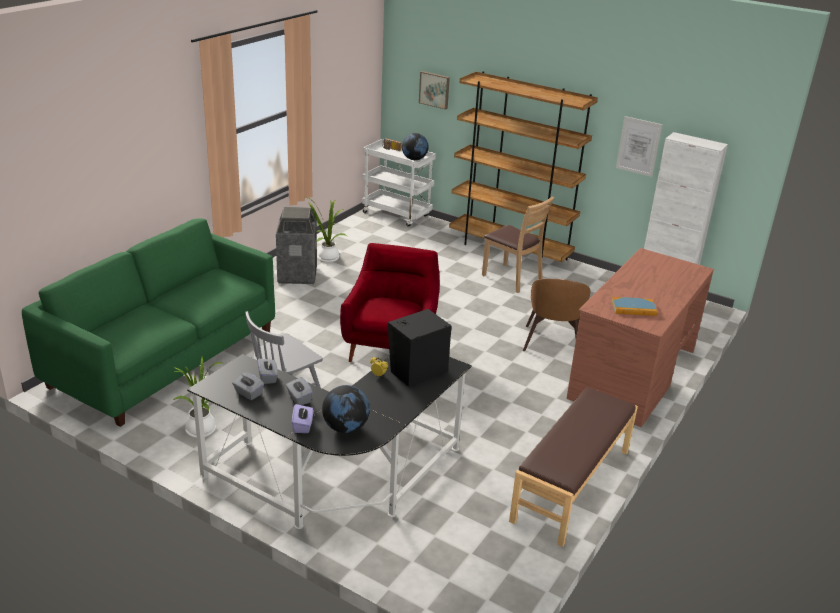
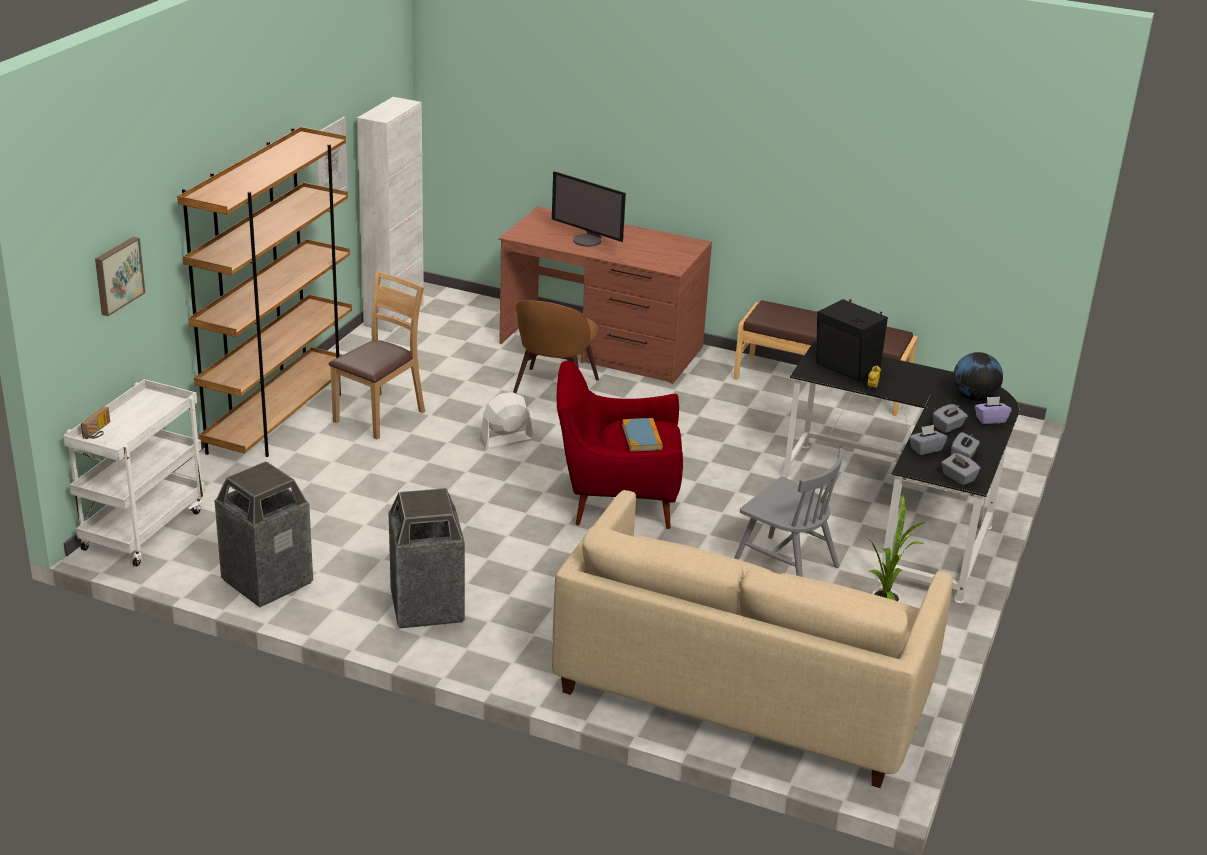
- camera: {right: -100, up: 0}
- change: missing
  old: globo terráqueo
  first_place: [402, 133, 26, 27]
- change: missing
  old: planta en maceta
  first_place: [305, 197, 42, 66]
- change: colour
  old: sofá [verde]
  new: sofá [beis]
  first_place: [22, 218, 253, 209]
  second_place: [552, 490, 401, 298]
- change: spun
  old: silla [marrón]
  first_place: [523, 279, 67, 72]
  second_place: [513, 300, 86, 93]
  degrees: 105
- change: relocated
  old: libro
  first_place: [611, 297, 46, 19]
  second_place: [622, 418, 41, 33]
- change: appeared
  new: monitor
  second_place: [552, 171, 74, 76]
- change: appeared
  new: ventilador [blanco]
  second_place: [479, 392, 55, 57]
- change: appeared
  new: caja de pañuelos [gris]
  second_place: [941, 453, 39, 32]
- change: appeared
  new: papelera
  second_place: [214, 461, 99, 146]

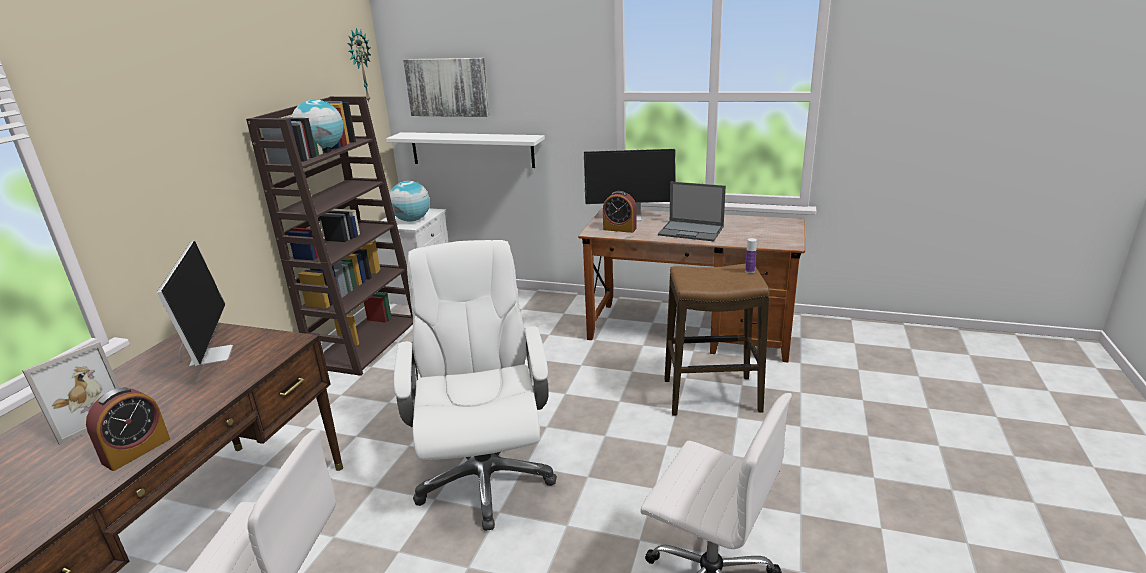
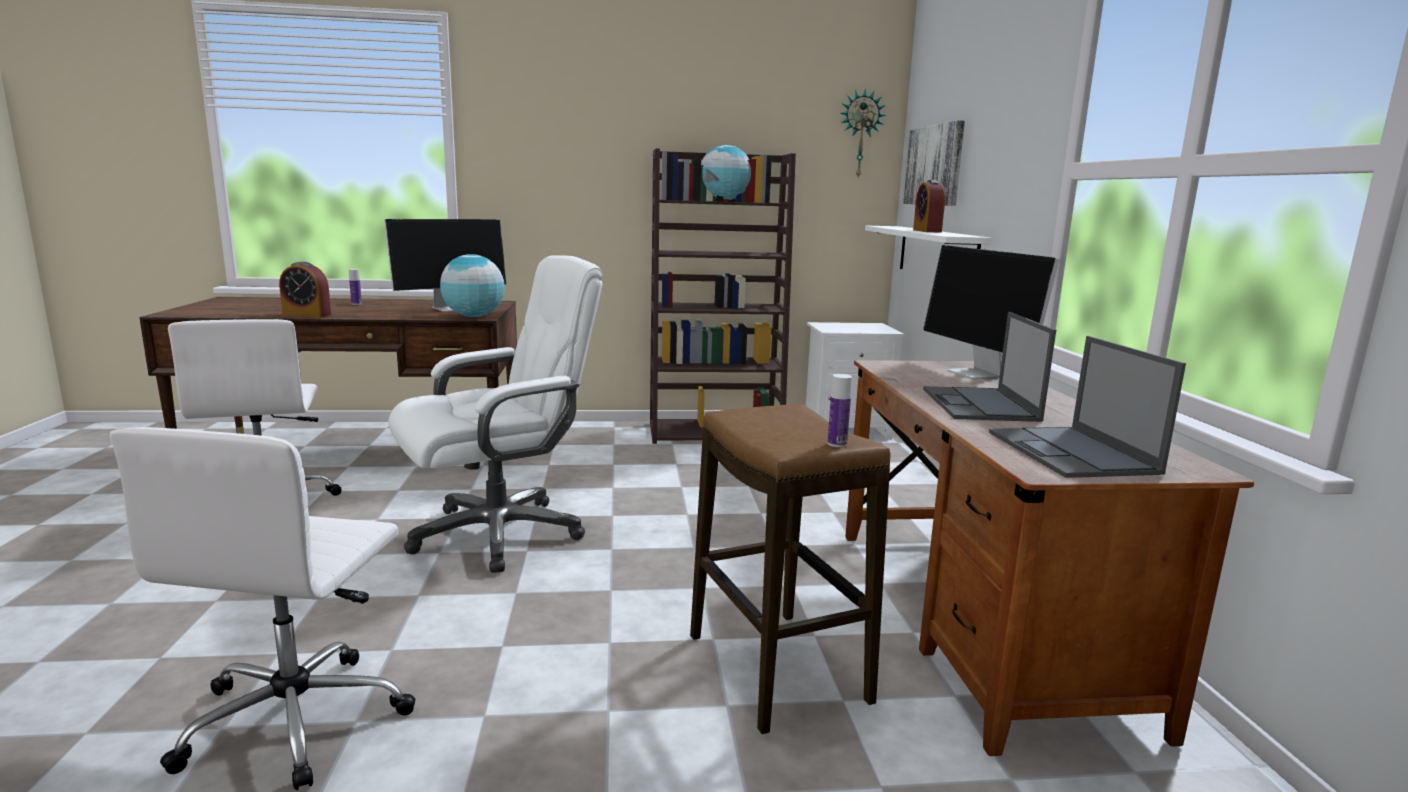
- camera: {right: 65, up: -10}
- change: relocated
  old: globo terráqueo
  first_place: [390, 181, 40, 41]
  second_place: [440, 254, 65, 63]
- change: relocated
  old: despertador
  first_place: [603, 191, 34, 42]
  second_place: [913, 180, 32, 53]
- change: exchanged
  old: portarretratos
  new: botella
  first_place: [22, 342, 98, 103]
  second_place: [349, 269, 13, 36]
- change: appeared
  new: portátil
  second_place: [989, 336, 197, 142]

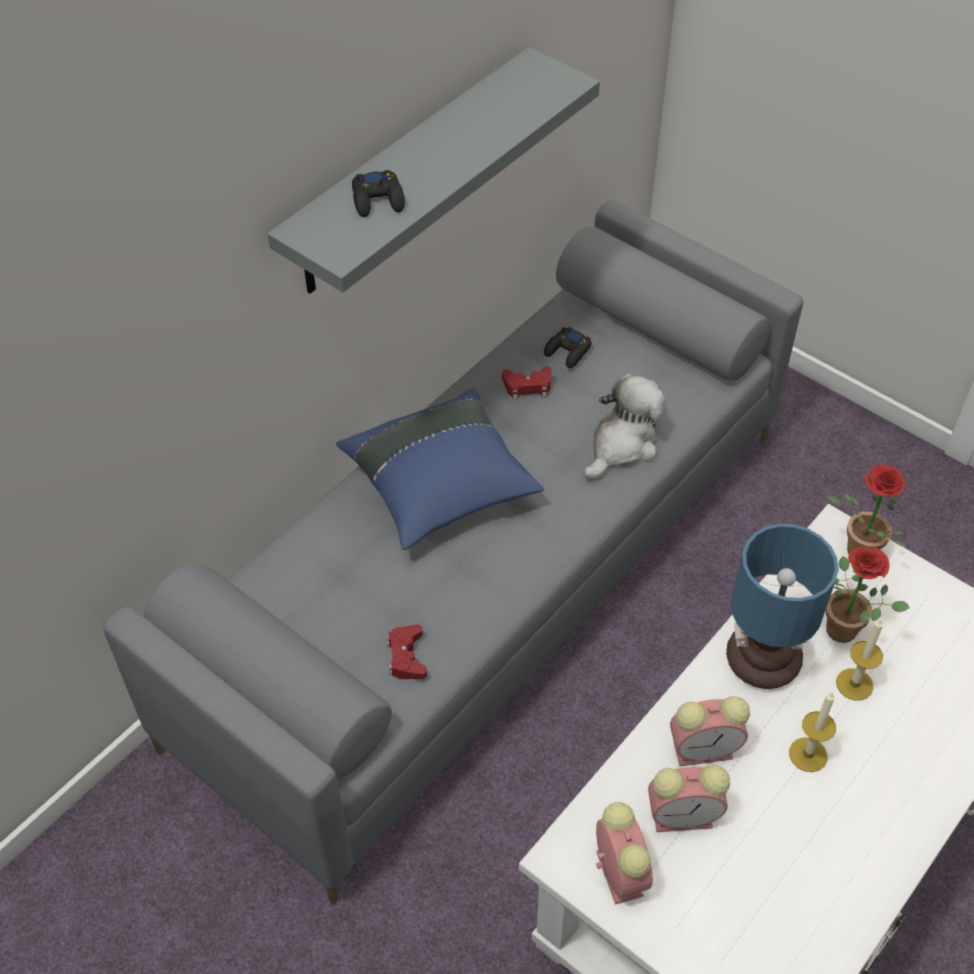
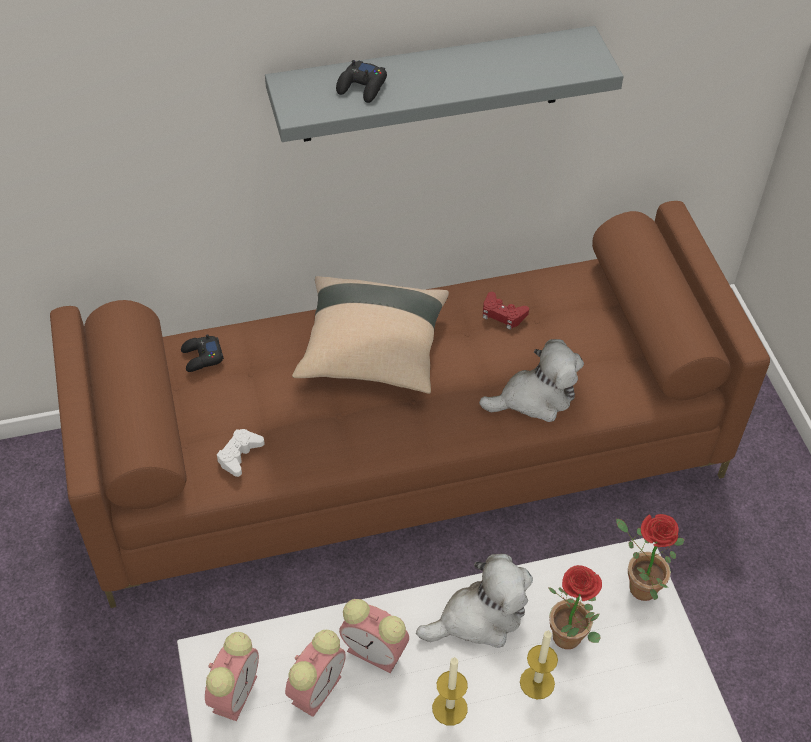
- camera: {right: 35, up: 0}
- change: colour
  old: sofá [gris]
  new: sofá [marrón]
  first_place: [103, 200, 700, 705]
  second_place: [50, 201, 720, 407]
- change: relocated
  old: mando de consola [negro]
  first_place: [544, 327, 48, 41]
  second_place: [181, 334, 43, 38]
- change: colour
  old: cojín [azul]
  new: cojín [beis]
  first_place: [336, 388, 208, 162]
  second_place: [292, 276, 157, 118]
- change: exchanged
  old: lámpara de mesa
  new: peluche
  first_place: [726, 524, 113, 165]
  second_place: [416, 554, 117, 94]
- change: colour
  old: mando de consola [rojo]
  new: mando de consola [blanco]
  first_place: [387, 625, 40, 54]
  second_place: [217, 429, 47, 48]
- change: spun
  old: despertador
  first_place: [648, 765, 82, 67]
  second_place: [285, 630, 61, 87]
  degrees: -90

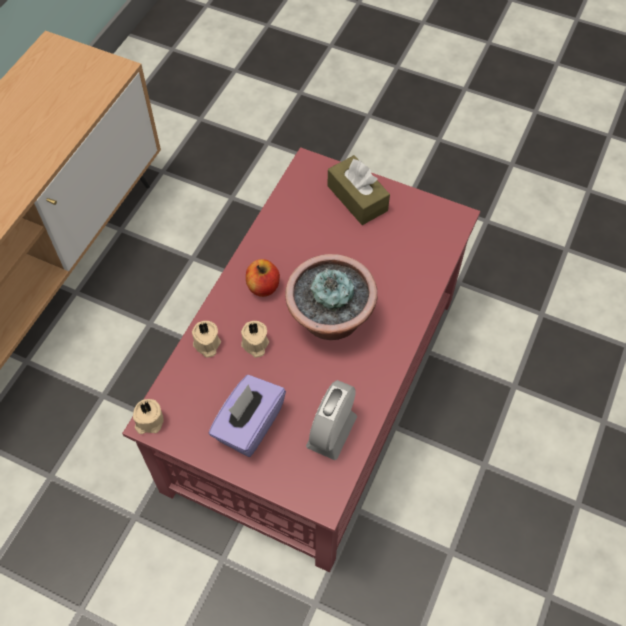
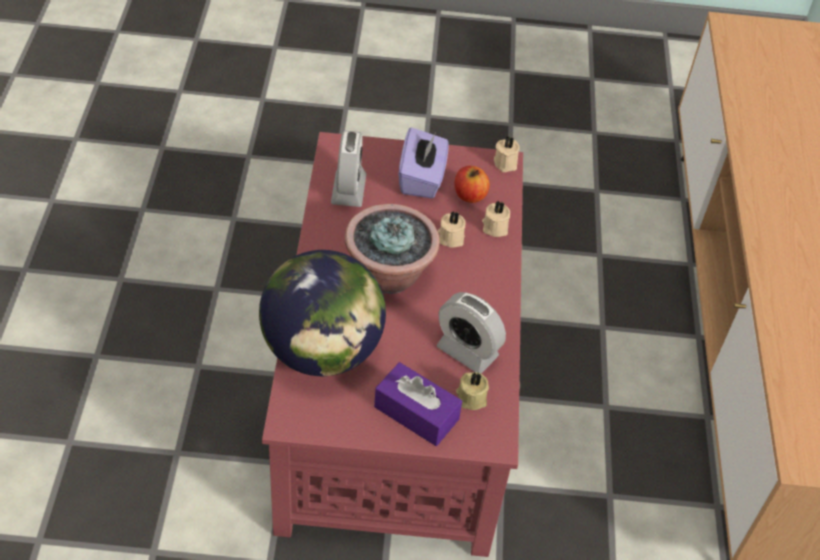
- camera: {right: 155, up: -10}
- change: colour
  old: caja de pañuelos [marrón]
  new: caja de pañuelos [morado]
  first_place: [327, 155, 63, 70]
  second_place: [374, 362, 88, 84]
- change: relocated
  old: manzana
  first_place: [246, 259, 34, 38]
  second_place: [454, 166, 36, 37]
- change: appeared
  new: globo terráqueo
  second_place: [259, 250, 127, 126]
- change: appeared
  new: despertador
  second_place: [437, 292, 69, 82]
- change: appeared
  new: vela [beis]
  second_place: [456, 372, 33, 38]

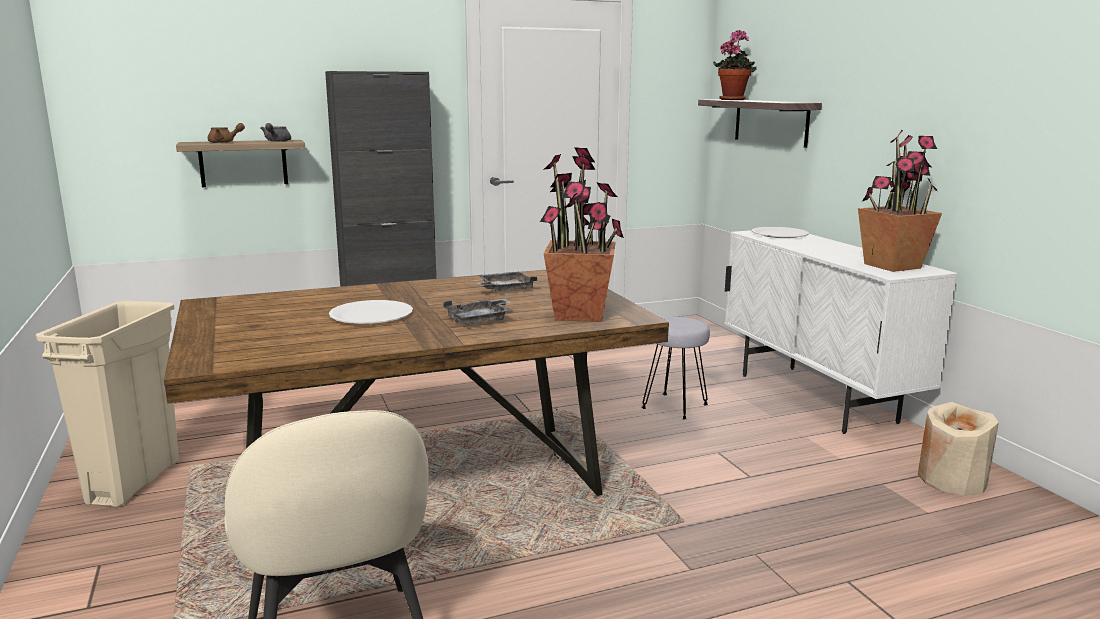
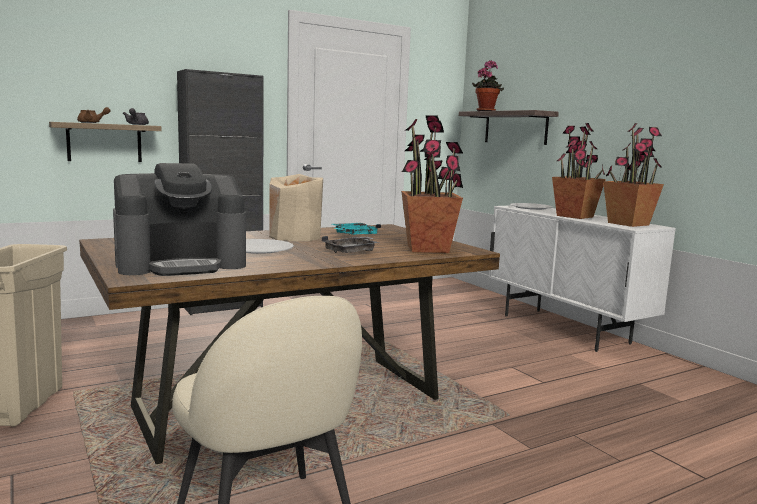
- camera: {right: -10, up: -5}
- change: colour
  old: bandeja [gris]
  new: bandeja [turquesa]
  first_place: [477, 272, 60, 19]
  second_place: [332, 223, 49, 12]
- change: missing
  old: taburete [gris]
  first_place: [641, 317, 69, 102]
- change: relocated
  old: florero [beis]
  first_place: [918, 402, 81, 94]
  second_place: [269, 174, 54, 67]
- change: appeared
  new: planta en maceta
  second_place: [552, 123, 54, 96]
- change: appeared
  new: cafetera
  second_place: [113, 163, 133, 113]

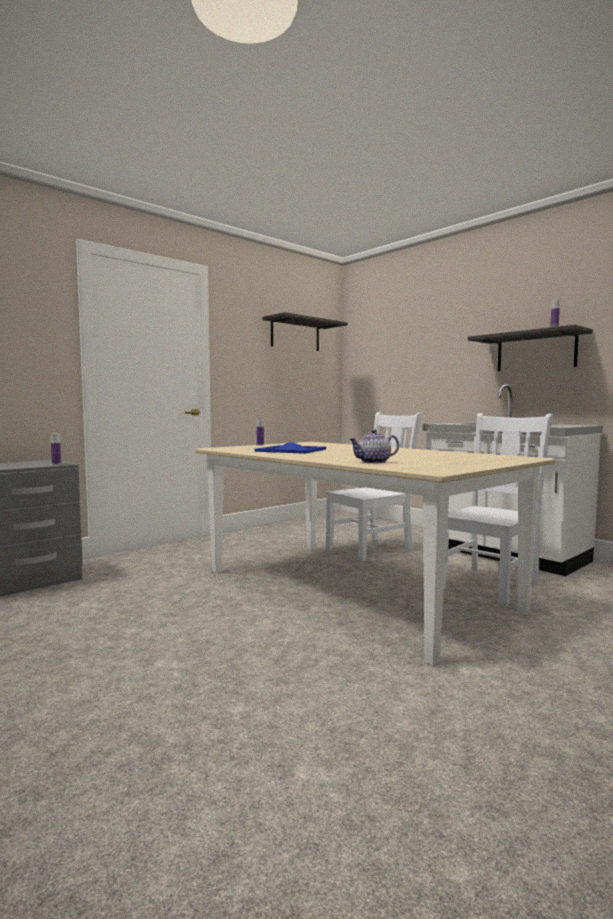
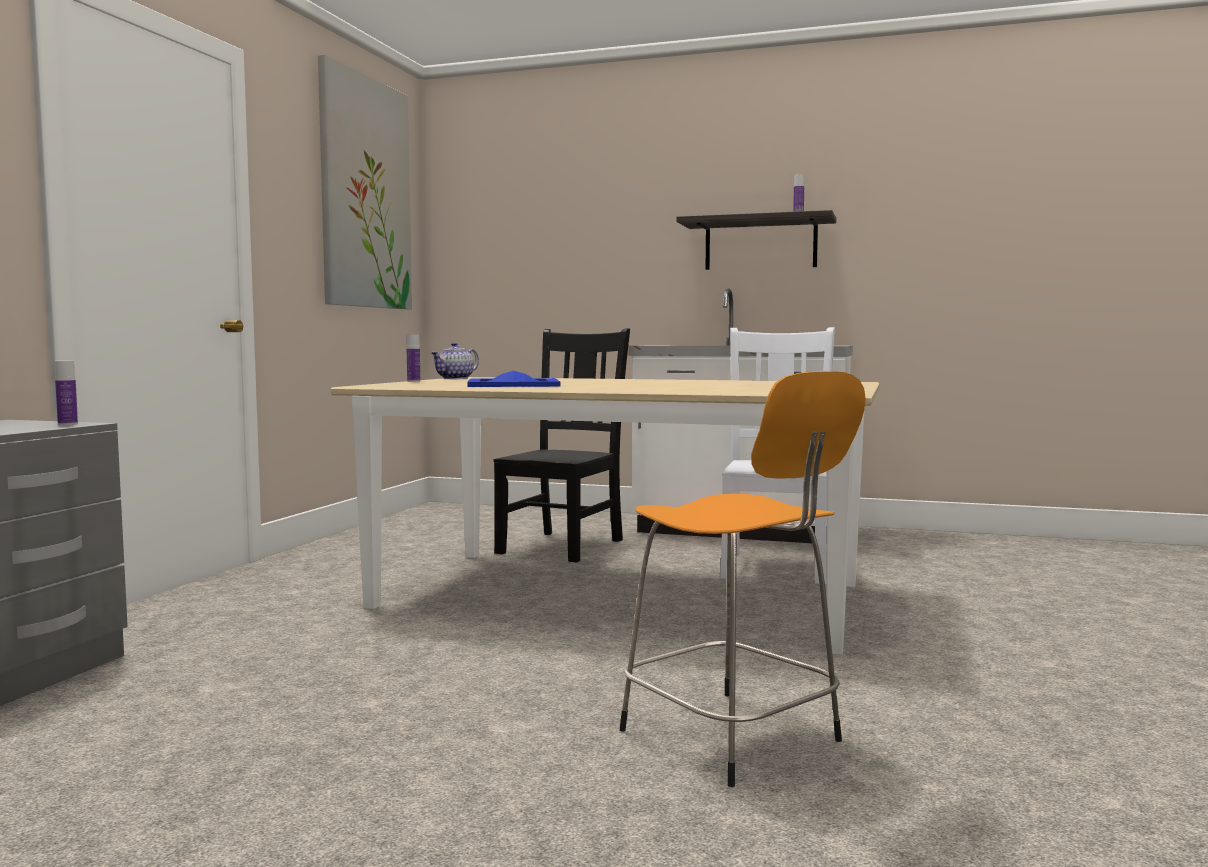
- camera: {right: -30, up: 0}
- change: exchanged
  old: estante
  new: cuadro
  first_place: [263, 312, 85, 39]
  second_place: [318, 55, 94, 254]
- change: colour
  old: silla [blanco]
  new: silla [negro]
  first_place: [326, 412, 96, 149]
  second_place: [493, 328, 137, 235]
- change: relocated
  old: tetera
  first_place: [349, 429, 50, 34]
  second_place: [430, 342, 49, 37]
- change: appeared
  new: taburete [naranja]
  second_place: [620, 371, 246, 416]

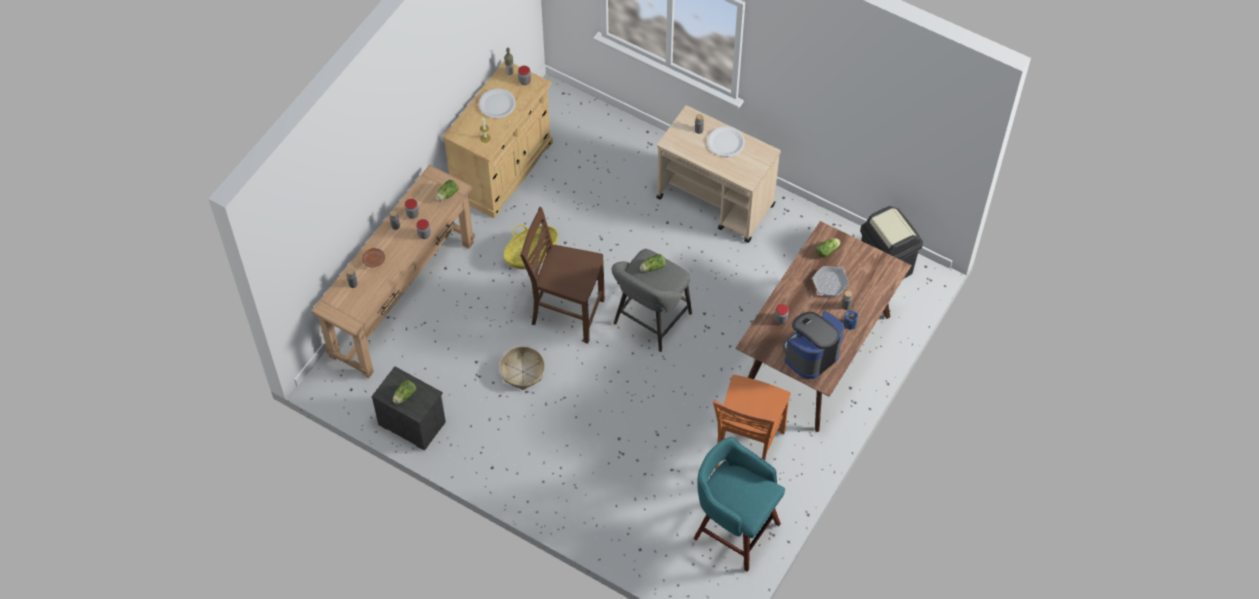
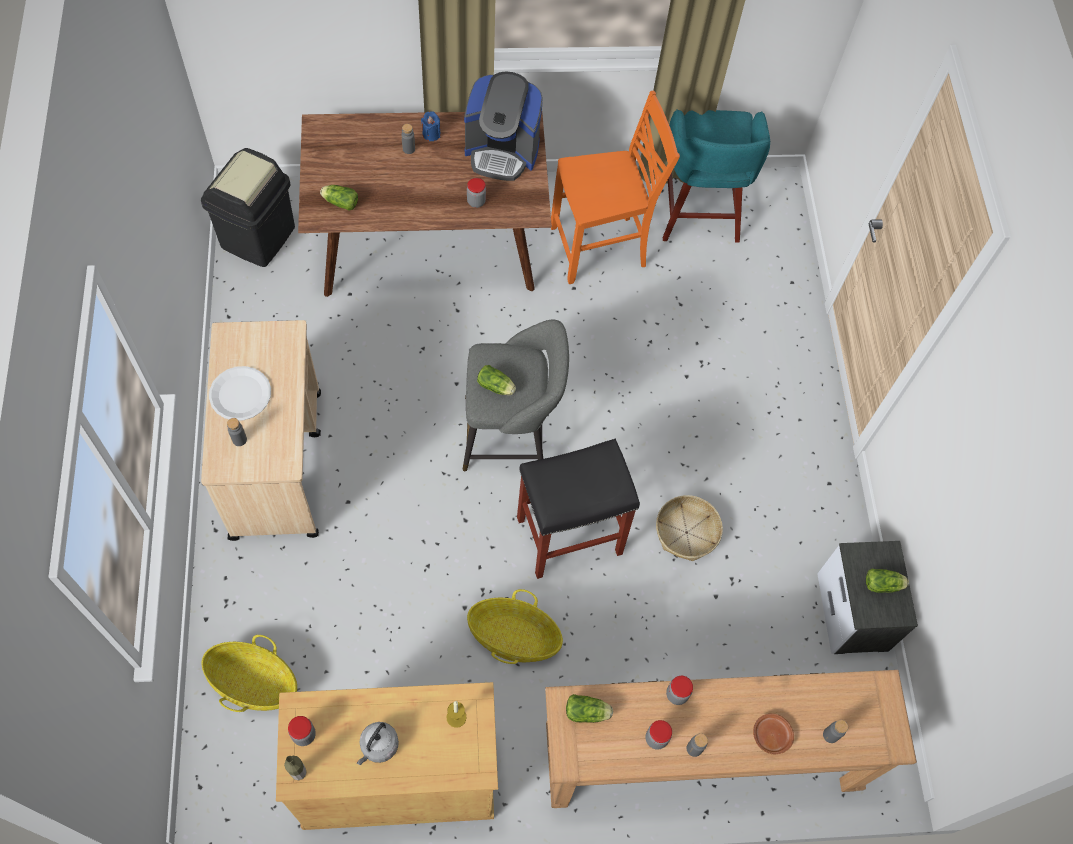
- camera: {right: -130, up: 5}
- change: exchanged
  old: plato [blanco]
  new: hervidor [gris]
  first_place: [479, 88, 37, 30]
  second_place: [357, 722, 42, 43]
- change: exchanged
  old: silla [marrón]
  new: taburete [negro]
  first_place: [520, 207, 85, 137]
  second_place: [517, 439, 123, 140]
- change: missing
  old: sartén
  first_place: [812, 266, 37, 31]
- change: appeared
  new: cesta
  second_place: [201, 635, 96, 77]

